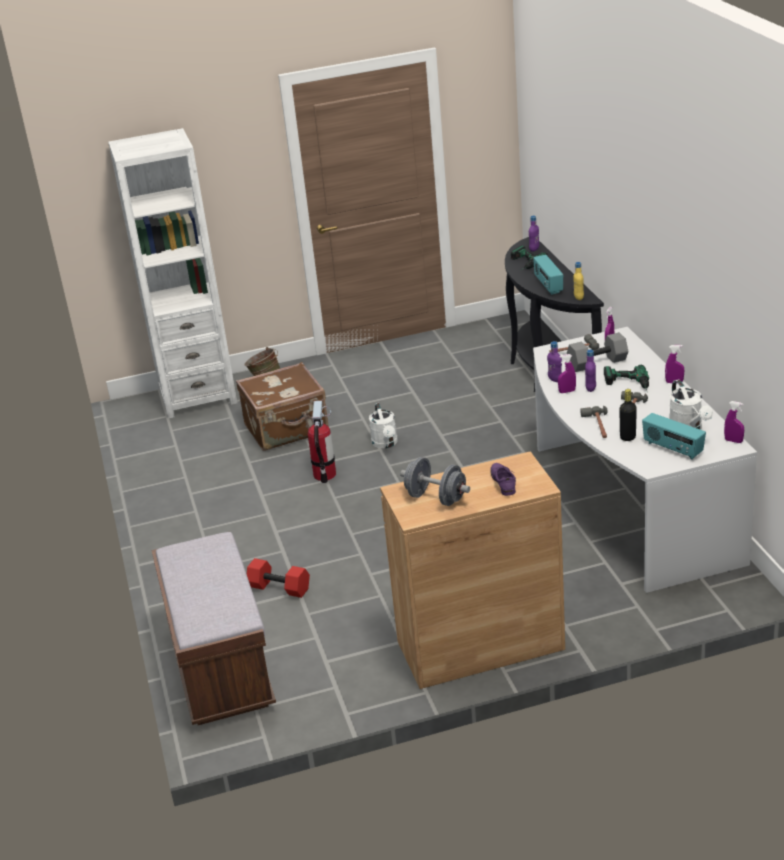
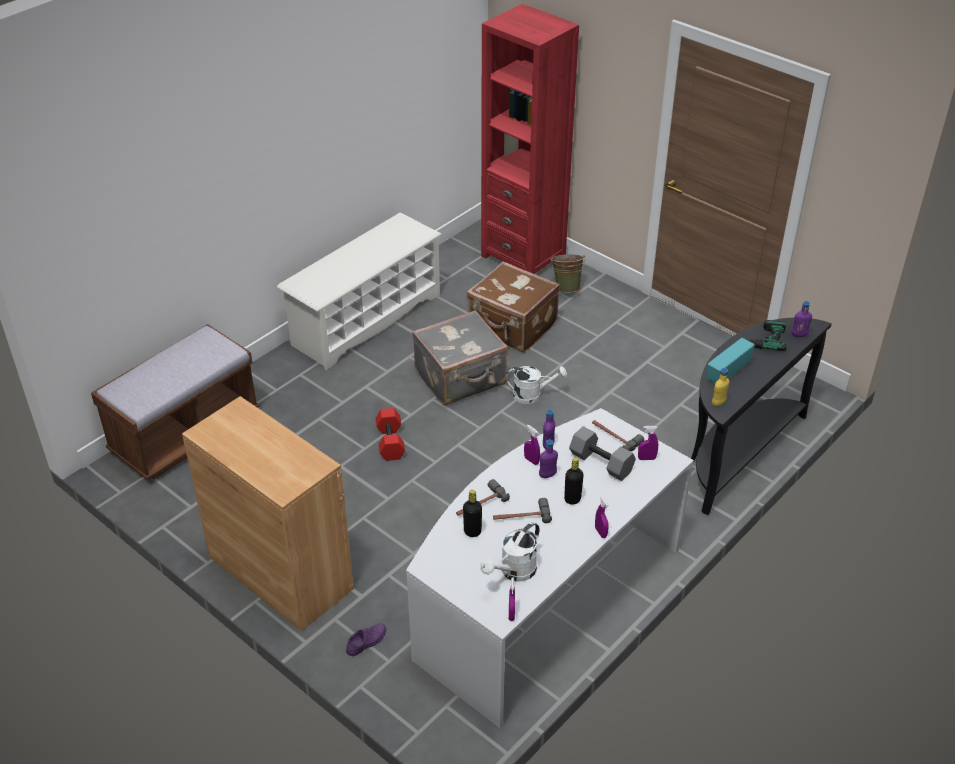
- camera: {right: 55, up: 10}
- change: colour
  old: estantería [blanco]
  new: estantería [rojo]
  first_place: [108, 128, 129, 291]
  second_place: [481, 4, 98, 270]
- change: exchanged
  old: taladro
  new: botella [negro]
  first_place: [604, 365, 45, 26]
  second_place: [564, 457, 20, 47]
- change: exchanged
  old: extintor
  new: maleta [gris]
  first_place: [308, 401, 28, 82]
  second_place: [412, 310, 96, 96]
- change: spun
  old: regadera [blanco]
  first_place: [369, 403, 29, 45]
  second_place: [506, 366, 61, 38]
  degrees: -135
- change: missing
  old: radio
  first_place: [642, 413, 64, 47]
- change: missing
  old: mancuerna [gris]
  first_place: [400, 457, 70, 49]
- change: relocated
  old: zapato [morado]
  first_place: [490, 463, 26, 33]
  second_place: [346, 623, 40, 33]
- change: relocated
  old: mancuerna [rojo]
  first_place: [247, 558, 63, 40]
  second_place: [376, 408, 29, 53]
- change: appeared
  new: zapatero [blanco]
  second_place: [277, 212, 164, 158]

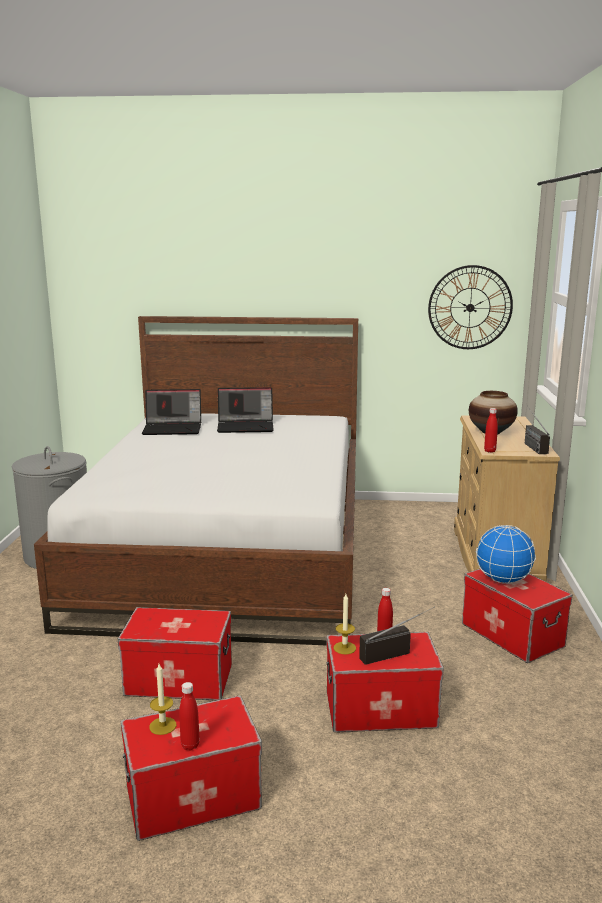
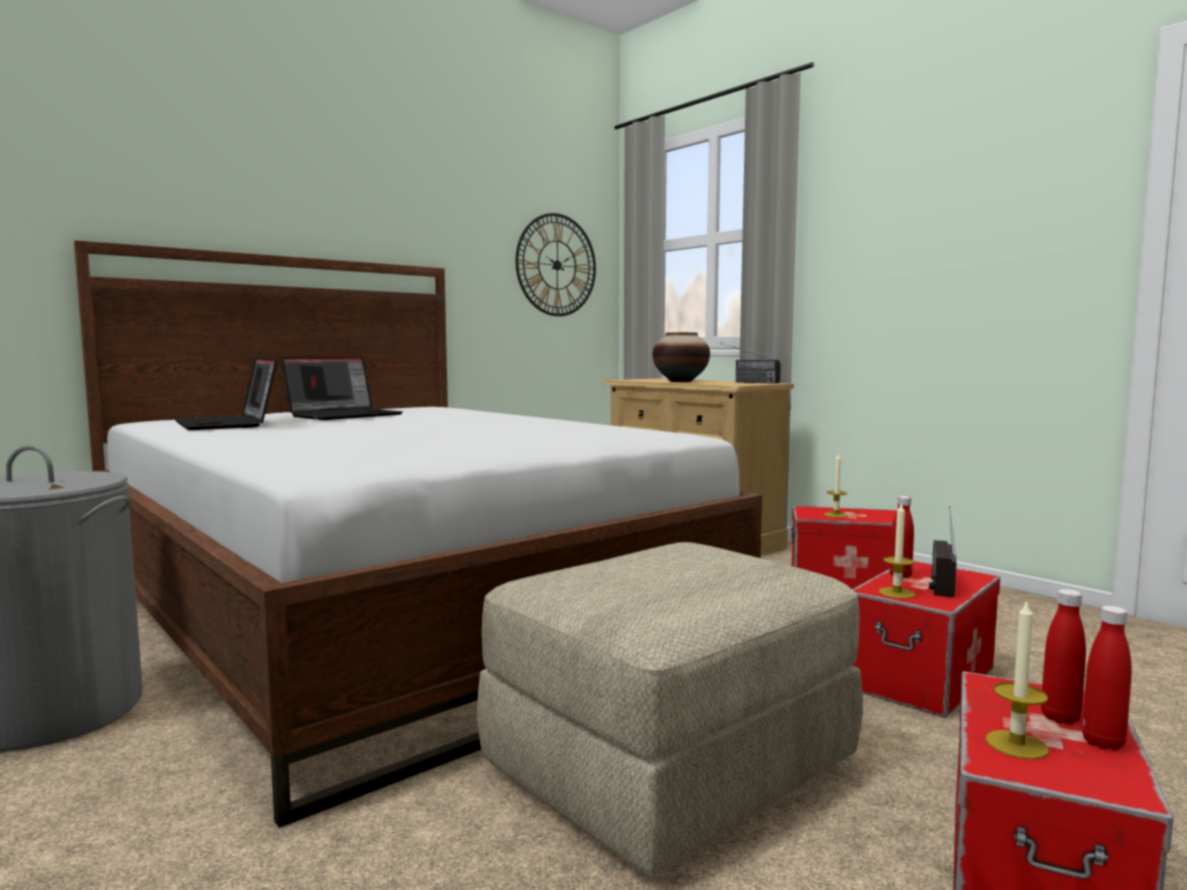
- camera: {right: -45, up: -10}
- change: spun
  old: portátil
  first_place: [142, 389, 59, 46]
  second_place: [175, 357, 102, 73]
  degrees: 105
- change: relocated
  old: botella [rojo]
  first_place: [484, 408, 14, 45]
  second_place: [1041, 589, 45, 135]
- change: exchanged
  old: globo terráqueo
  new: vela
  first_place: [476, 525, 60, 59]
  second_place: [824, 453, 24, 65]
- change: exchanged
  old: caja de almacenaje
  new: puf [beis]
  first_place: [118, 607, 114, 93]
  second_place: [476, 542, 387, 335]

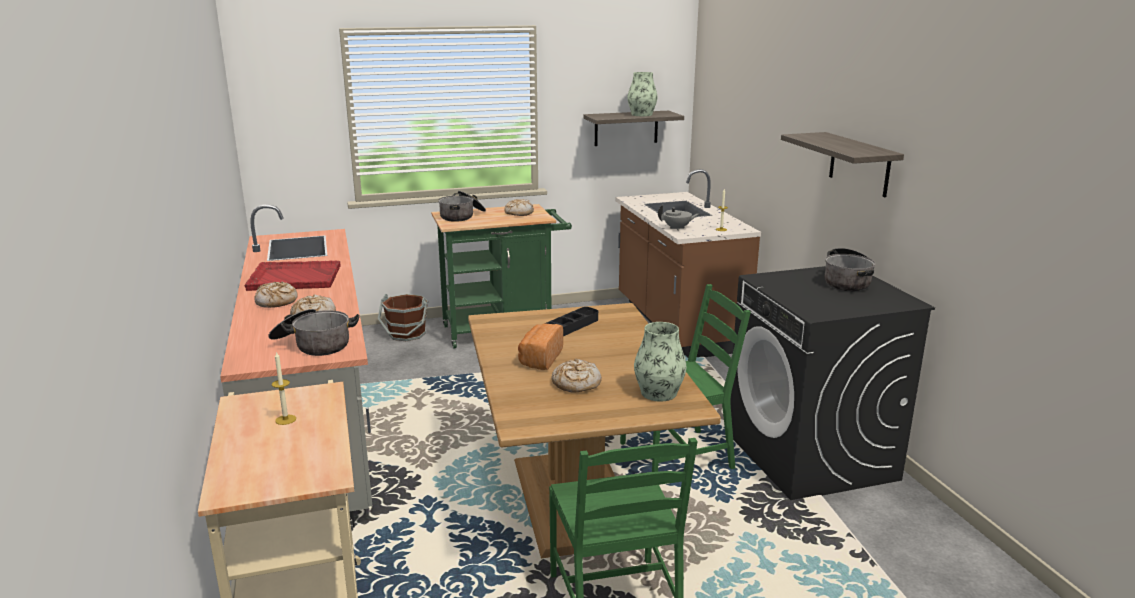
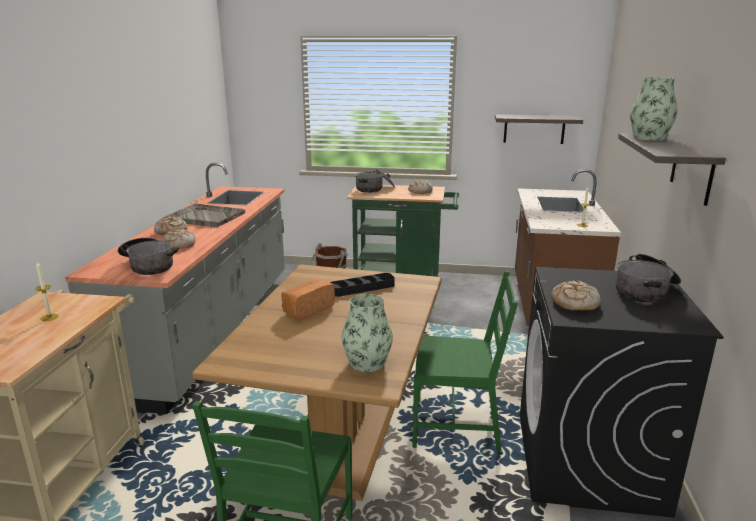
- camera: {right: 25, up: 0}
- change: relocated
  old: florero
  first_place: [627, 72, 31, 44]
  second_place: [630, 77, 47, 64]
- change: missing
  old: tetera [gris]
  first_place: [658, 205, 41, 25]
- change: colour
  old: bandeja [rojo]
  new: bandeja [gris]
  first_place: [245, 261, 96, 30]
  second_place: [165, 203, 80, 24]
- change: relocated
  old: pan
  first_place: [552, 358, 50, 35]
  second_place: [551, 280, 50, 30]

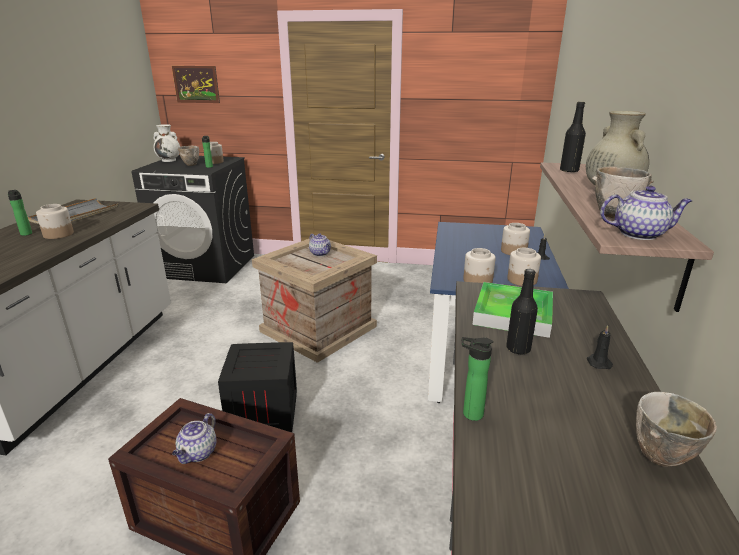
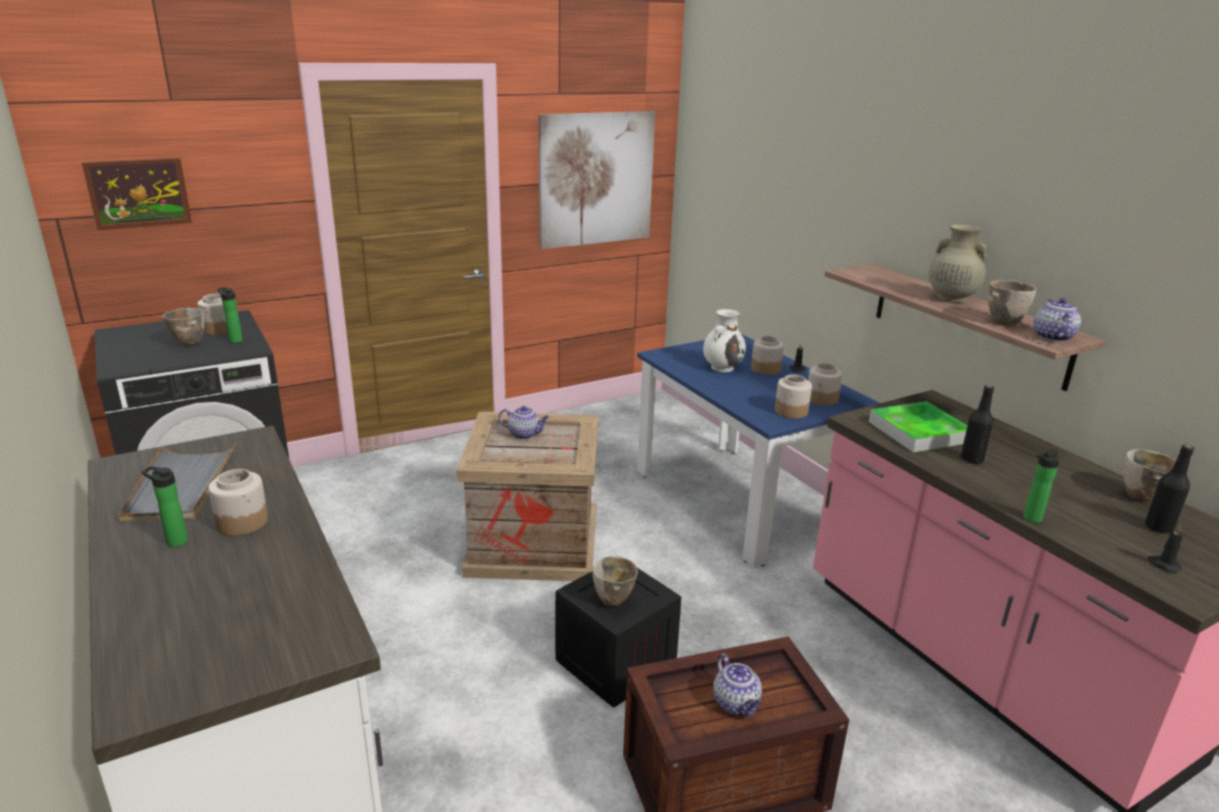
- camera: {right: -40, up: 0}
- change: relocated
  old: botella [negro]
  first_place: [560, 101, 26, 72]
  second_place: [1145, 444, 49, 90]
- change: relocated
  old: florero [blanco]
  first_place: [154, 124, 26, 38]
  second_place: [703, 309, 43, 63]
- change: spun
  old: tetera
  first_place: [600, 186, 92, 54]
  second_place: [1034, 298, 47, 44]
  degrees: -45
- change: relocated
  old: vela [negro]
  first_place: [587, 325, 26, 44]
  second_place: [1148, 524, 35, 49]
- change: appeared
  new: cuadro
  second_place: [538, 111, 117, 138]
- change: appeared
  new: cuenco
  second_place: [593, 556, 45, 51]

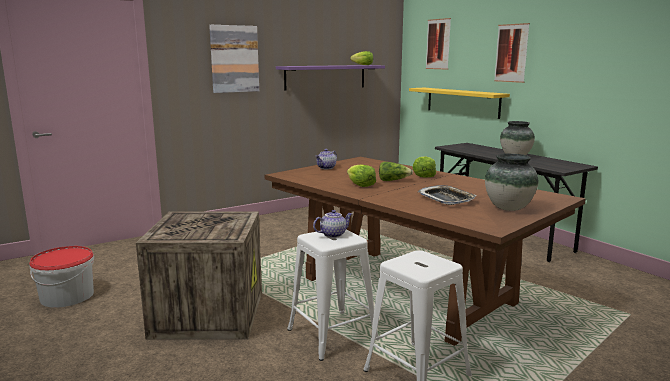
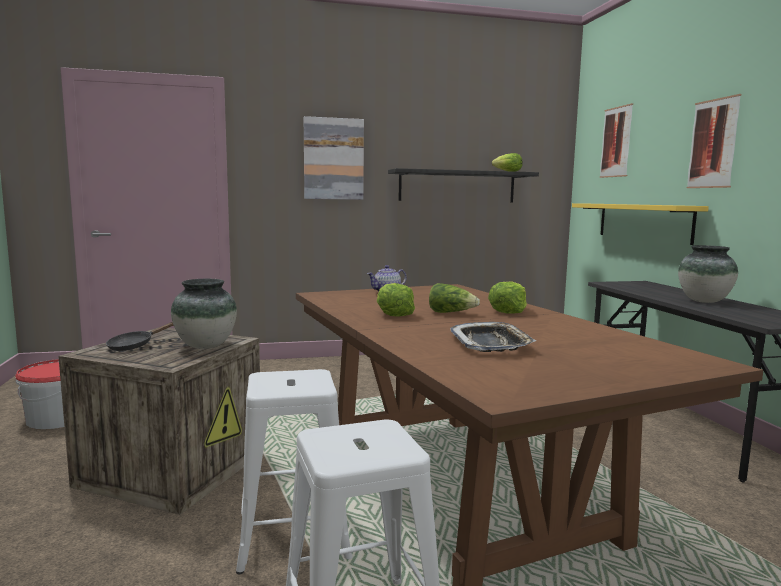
- camera: {right: 20, up: -5}
- change: colour
  old: estante [morado]
  new: estante [negro]
  first_place: [276, 65, 109, 26]
  second_place: [388, 168, 151, 34]
- change: relocated
  old: florero
  first_place: [485, 153, 53, 58]
  second_place: [171, 279, 66, 70]
- change: missing
  old: tetera
  first_place: [313, 210, 39, 28]
- change: appeared
  new: sartén [negro]
  second_place: [106, 322, 68, 29]

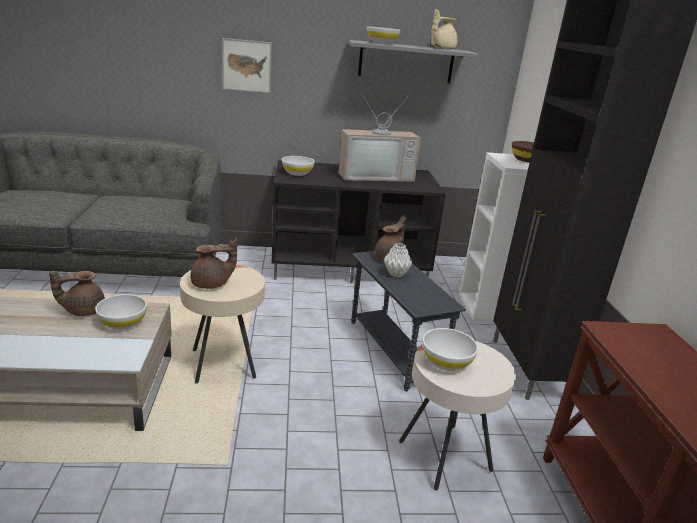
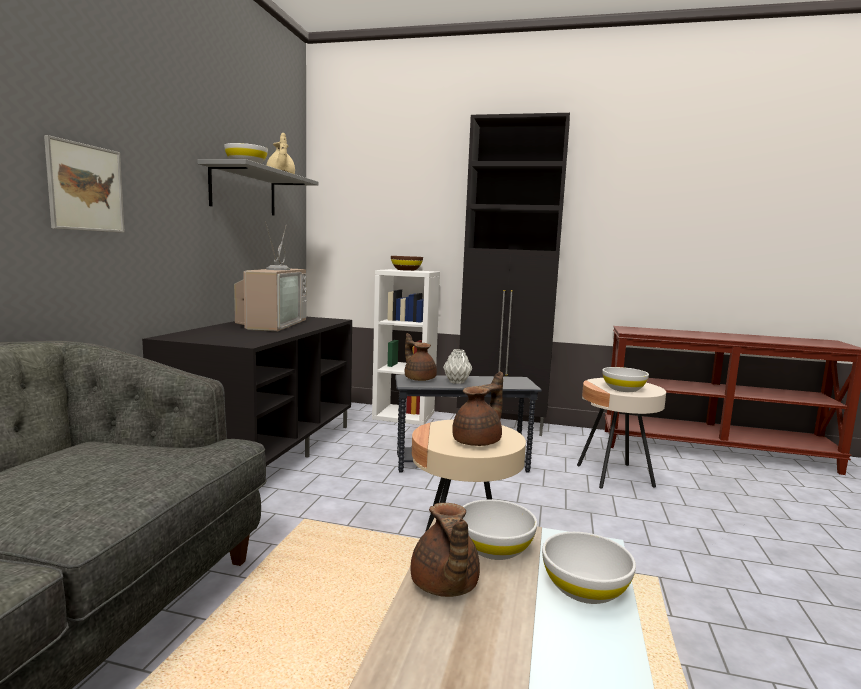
- camera: {right: -70, up: -15}
- change: relocated
  old: cuenco [blanco]
  first_place: [282, 156, 33, 20]
  second_place: [542, 532, 94, 72]
- change: spun
  old: tetera [marrón]
  first_place: [191, 238, 46, 51]
  second_place: [452, 371, 51, 75]
  degrees: 45

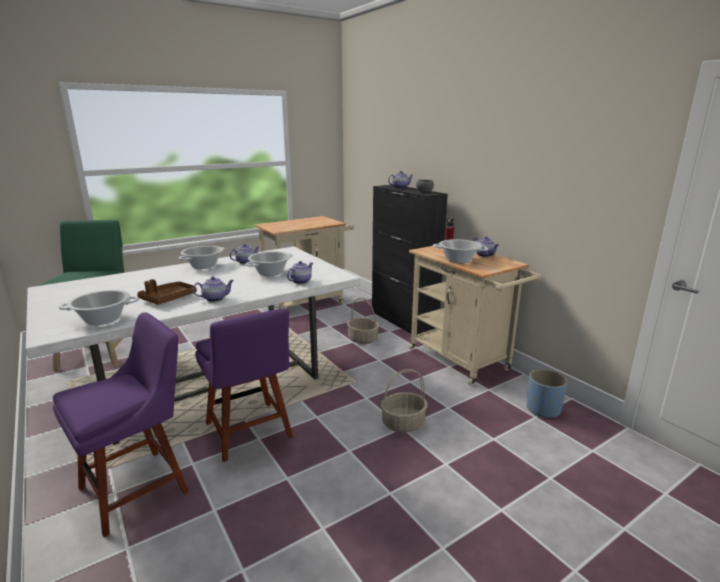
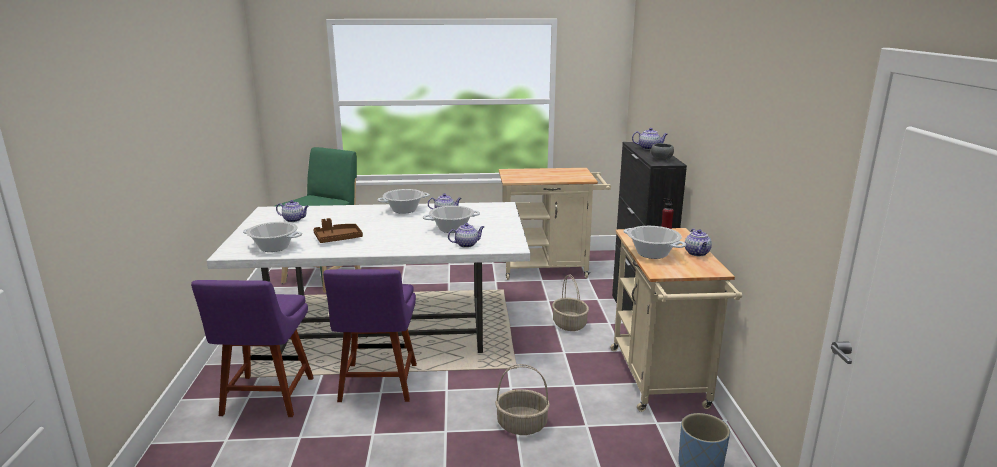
- camera: {right: 30, up: 0}
- change: relocated
  old: tetera
  first_place: [193, 276, 41, 26]
  second_place: [276, 200, 33, 22]
- change: spun
  old: silla [morado]
  first_place: [53, 312, 136, 225]
  second_place: [191, 280, 123, 137]
  degrees: 105

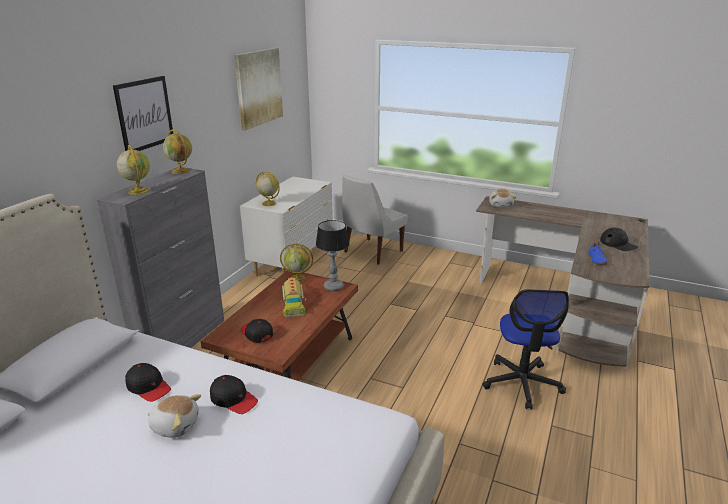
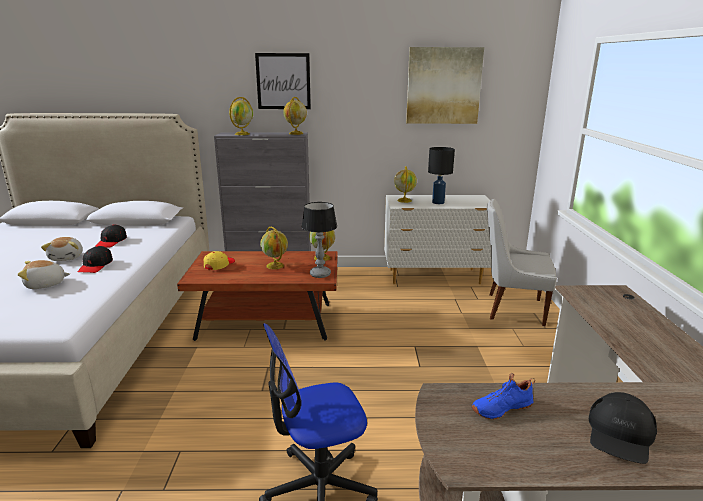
- camera: {right: 65, up: -5}
- change: relocated
  old: peluche
  first_place: [489, 189, 27, 19]
  second_place: [18, 260, 52, 29]
- change: exchanged
  old: camión de juguete
  new: globo terráqueo
  first_place: [281, 277, 25, 40]
  second_place: [260, 227, 28, 42]
- change: colour
  old: gorra [negro]
  new: gorra [amarillo]
  first_place: [240, 319, 33, 24]
  second_place: [204, 251, 31, 19]
- change: appeared
  new: lámpara de mesa [negro]
  second_place: [428, 147, 27, 57]

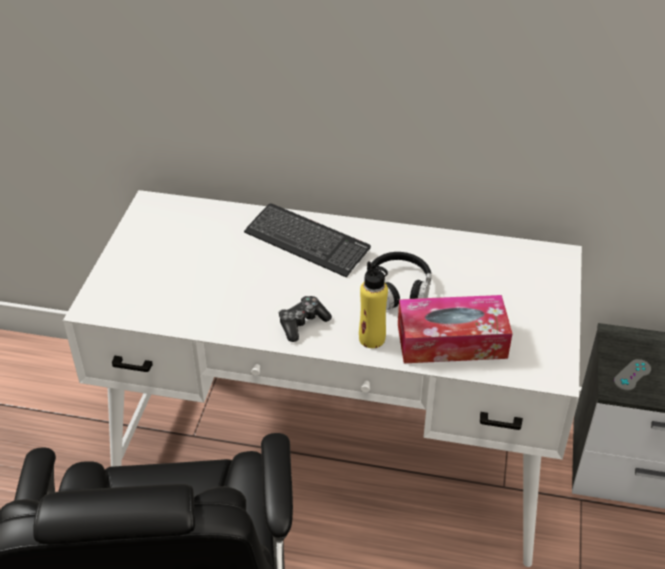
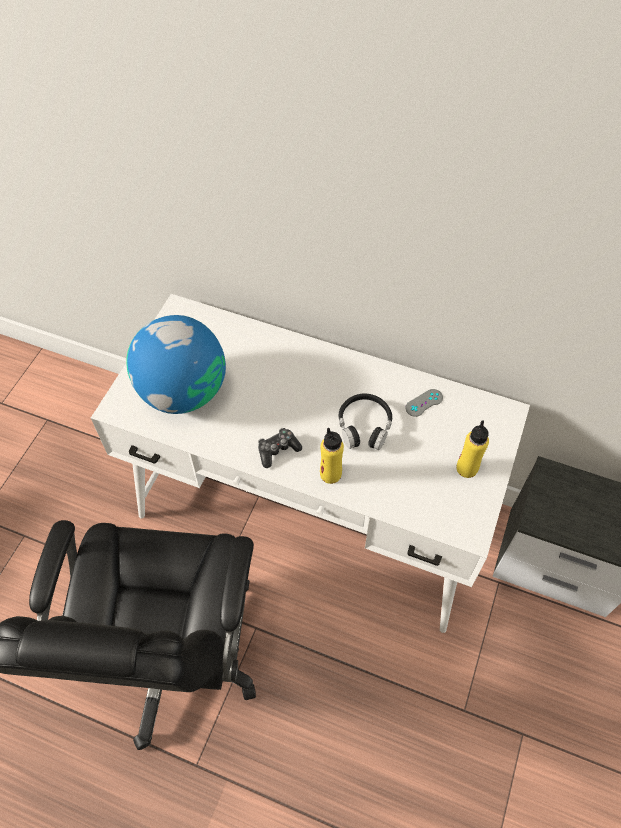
- camera: {right: 10, up: 15}
- change: missing
  old: teclado
  first_place: [244, 203, 127, 75]
- change: missing
  old: caja de pañuelos
  first_place: [398, 295, 115, 68]
- change: relocated
  old: mando de consola [gris]
  first_place: [614, 359, 37, 32]
  second_place: [405, 389, 38, 28]
- change: appeared
  new: globo terráqueo
  second_place: [126, 315, 100, 99]
- change: appeared
  new: botella [amarillo]
  second_place: [456, 420, 33, 58]

